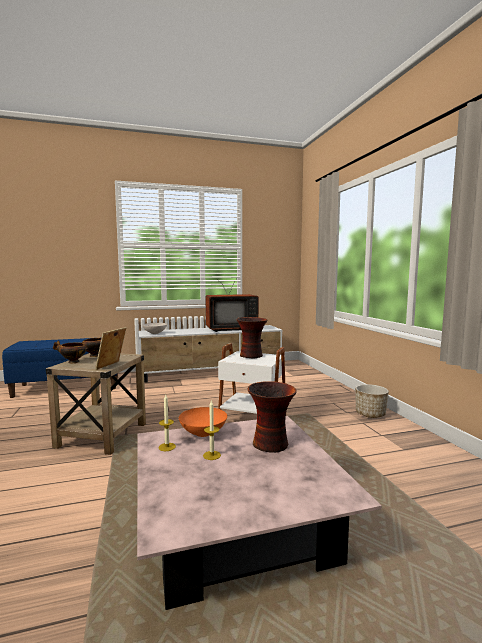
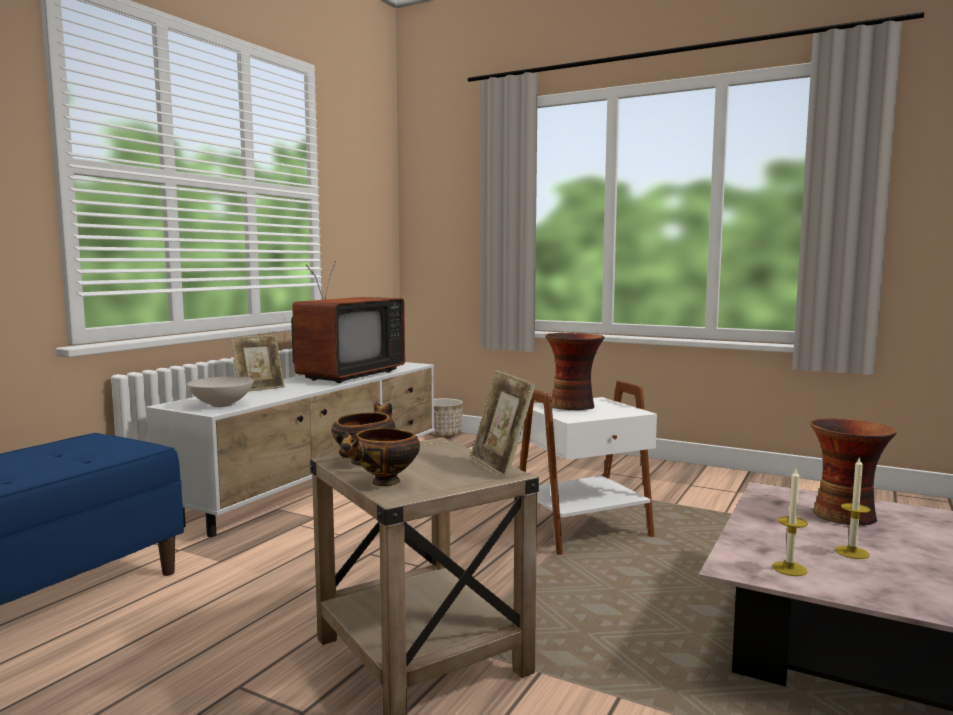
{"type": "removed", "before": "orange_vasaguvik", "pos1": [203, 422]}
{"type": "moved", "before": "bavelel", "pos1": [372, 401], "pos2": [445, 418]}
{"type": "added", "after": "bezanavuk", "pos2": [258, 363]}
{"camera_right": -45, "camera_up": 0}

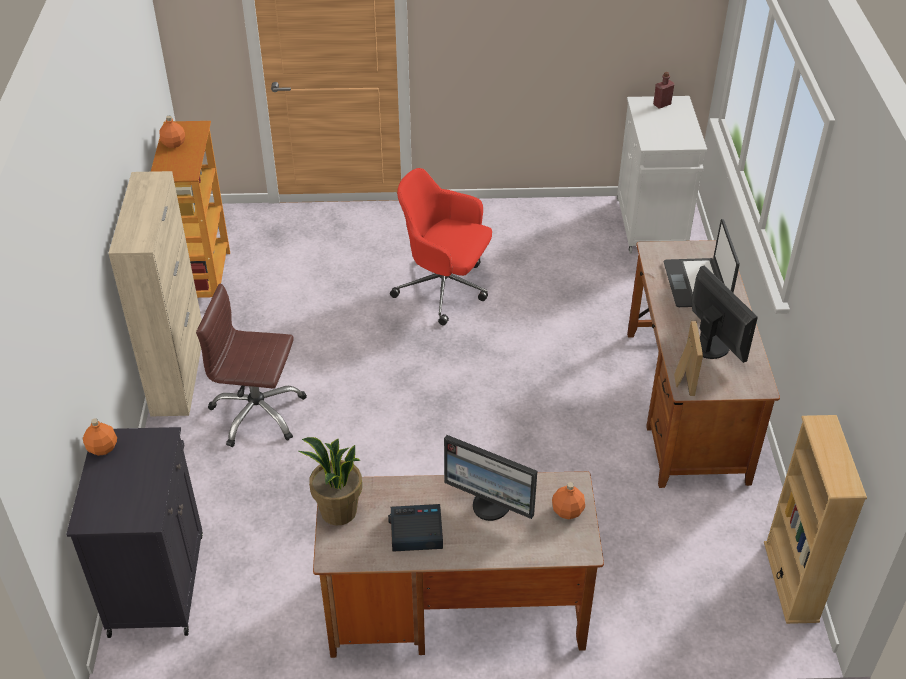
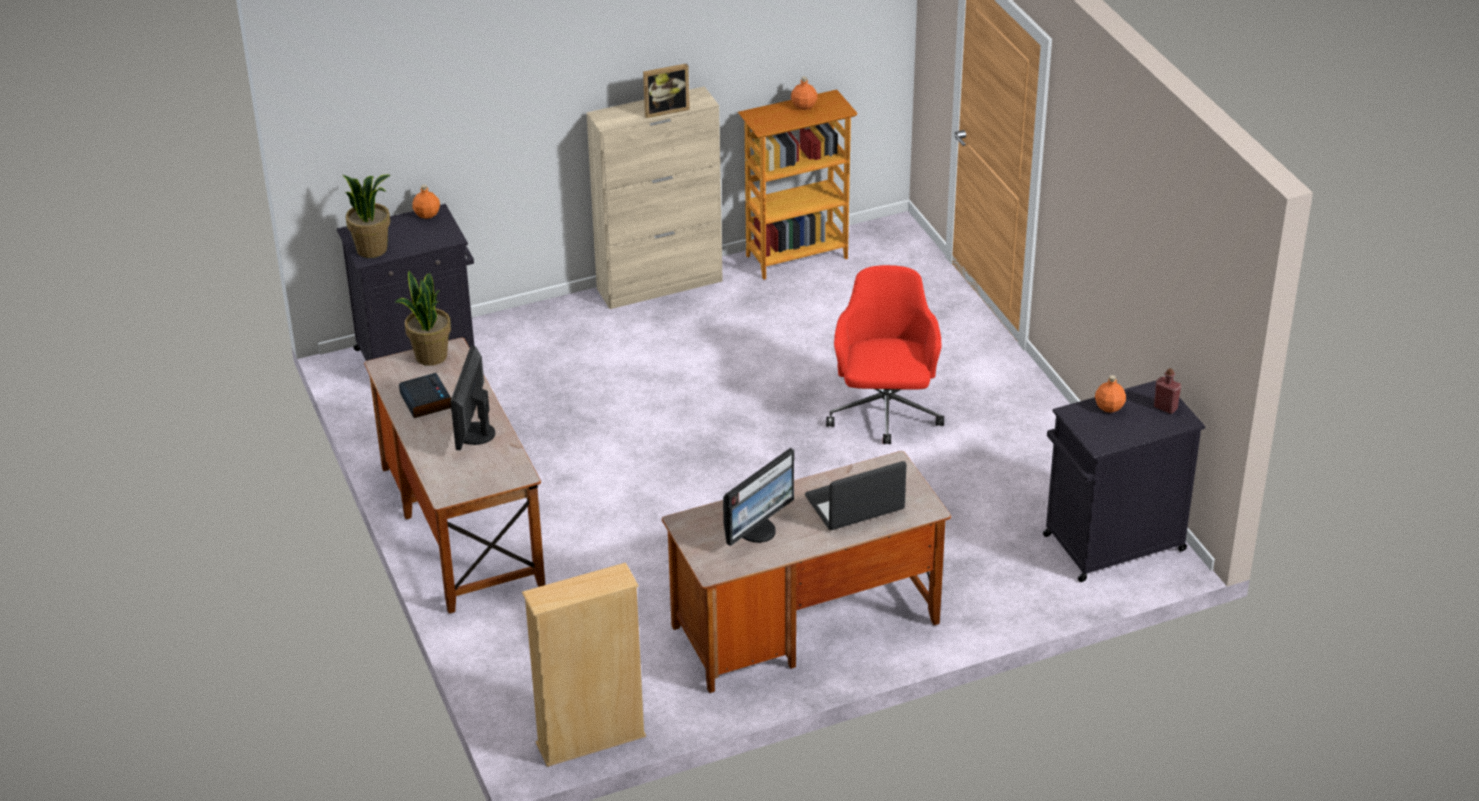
{"type": "removed", "before": "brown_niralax", "pos1": [251, 365]}
{"type": "moved", "before": "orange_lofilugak", "pos1": [568, 500], "pos2": [1110, 394]}
{"type": "recoloured", "before": "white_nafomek", "after": "black_nafomek", "pos1": [662, 174], "pos2": [1124, 481]}
{"type": "moved", "before": "bezanavuk", "pos1": [688, 358], "pos2": [666, 90]}
{"type": "added", "after": "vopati", "pos2": [366, 216]}
{"camera_right": 70, "camera_up": -5}

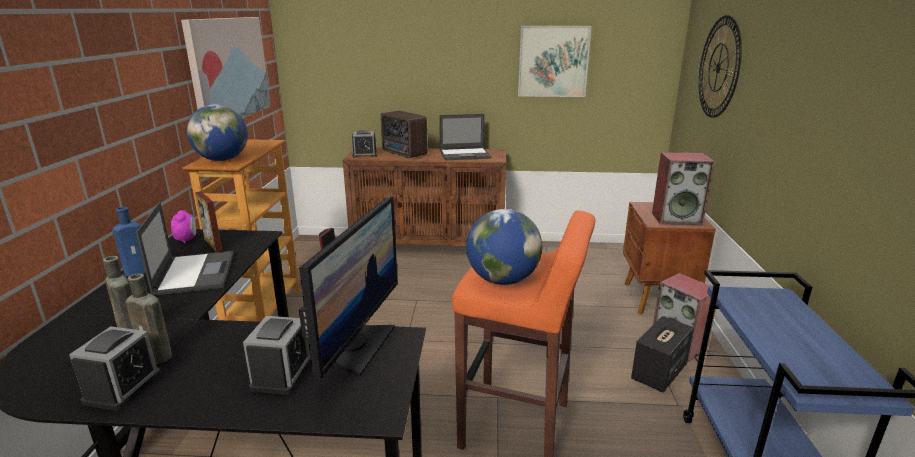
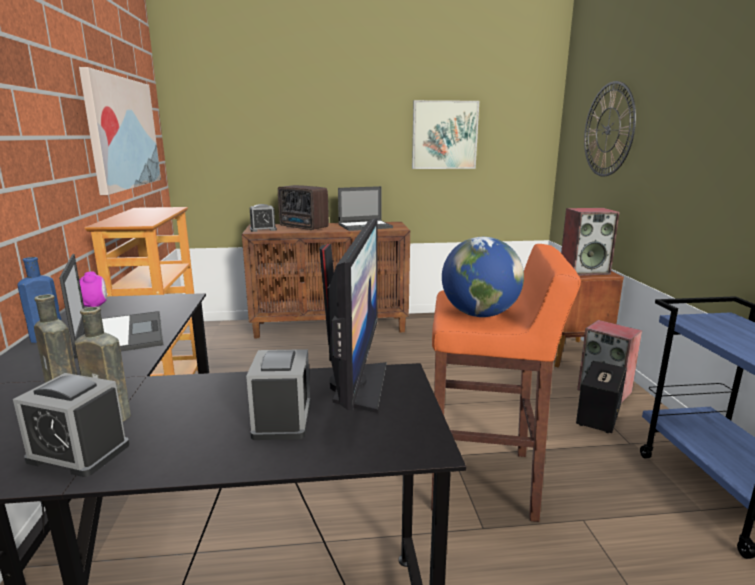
{"type": "turned", "before": "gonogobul", "pos1": [115, 368], "pos2": [71, 425], "turn": 105}
{"type": "removed", "before": "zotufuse", "pos1": [217, 132]}
{"type": "removed", "before": "bezanavuk", "pos1": [208, 221]}
{"camera_right": -10, "camera_up": -5}

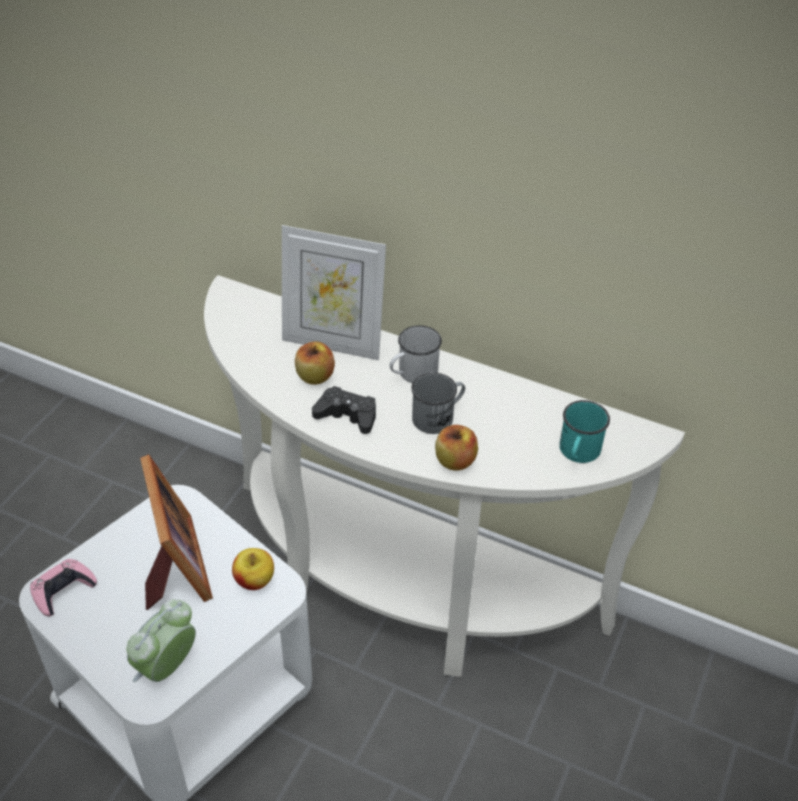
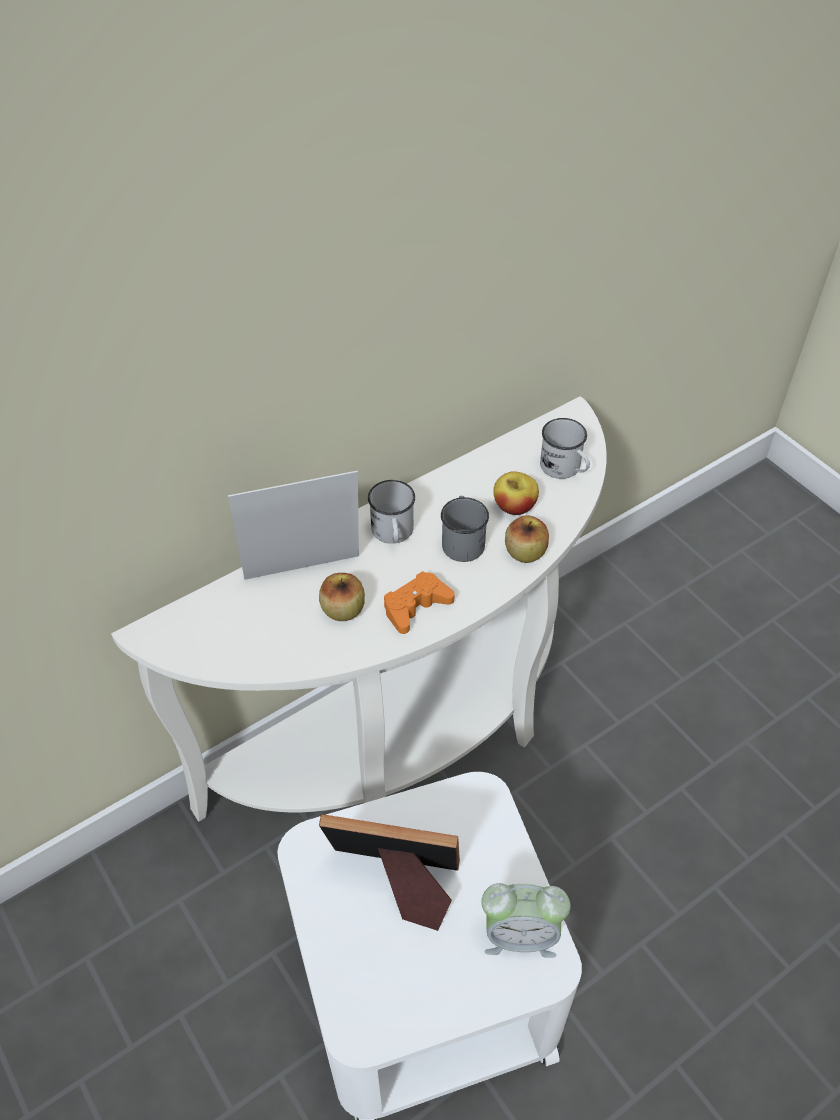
{"type": "removed", "before": "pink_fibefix", "pos1": [63, 588]}
{"type": "turned", "before": "gonogobul", "pos1": [161, 640], "pos2": [525, 920], "turn": -60}
{"type": "moved", "before": "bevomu", "pos1": [253, 569], "pos2": [516, 493]}
{"type": "turned", "before": "bezanavuk", "pos1": [334, 292], "pos2": [293, 525], "turn": -150}
{"type": "recoloured", "before": "black_fibefix", "after": "orange_fibefix", "pos1": [344, 410], "pos2": [419, 602]}
{"type": "recoloured", "before": "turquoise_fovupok", "after": "white_fovupok", "pos1": [584, 431], "pos2": [565, 448]}
{"camera_right": -60, "camera_up": 5}

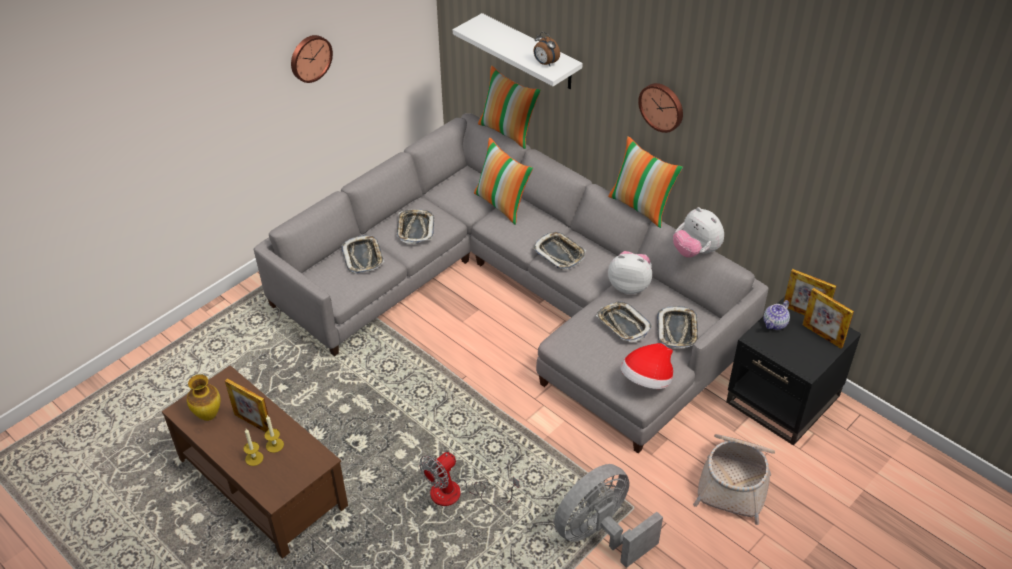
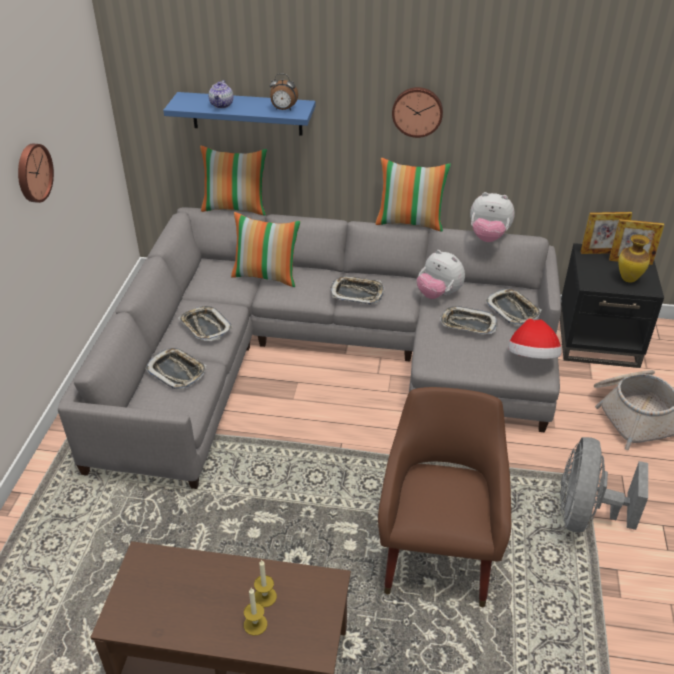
{"type": "moved", "before": "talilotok", "pos1": [204, 397], "pos2": [634, 258]}
{"type": "removed", "before": "bezanavuk", "pos1": [247, 405]}
{"type": "replaced", "before": "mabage", "after": "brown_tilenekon", "pos1": [469, 479], "pos2": [444, 497]}
{"type": "recoloured", "before": "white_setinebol", "after": "blue_setinebol", "pos1": [518, 51], "pos2": [239, 114]}
{"type": "turned", "before": "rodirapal", "pos1": [630, 272], "pos2": [441, 274], "turn": -120}
{"type": "moved", "before": "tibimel", "pos1": [777, 315], "pos2": [221, 94]}
{"camera_right": -35, "camera_up": -5}

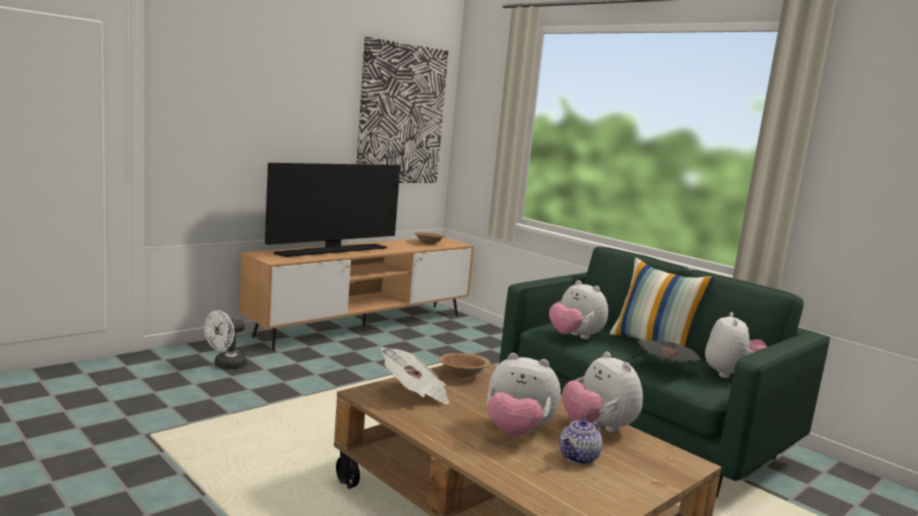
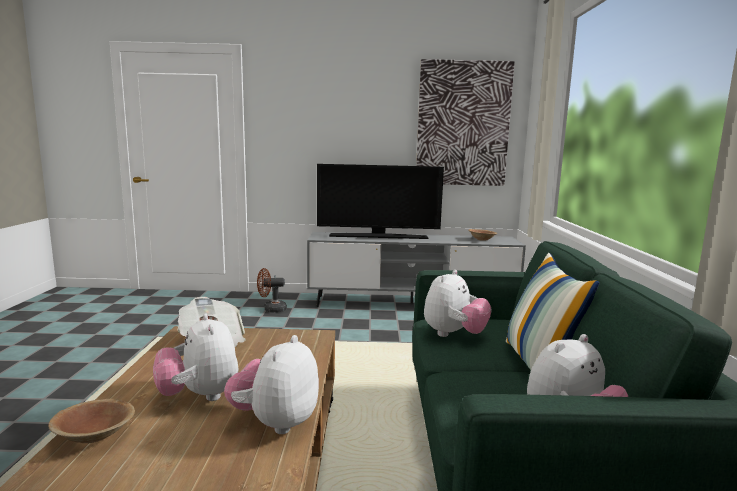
{"type": "recoloured", "before": "white_mabage", "after": "brown_mabage", "pos1": [225, 339], "pos2": [272, 290]}
{"type": "recoloured", "before": "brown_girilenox", "after": "grey_girilenox", "pos1": [357, 294], "pos2": [416, 269]}
{"type": "moved", "before": "brown_vasaguvik", "pos1": [464, 365], "pos2": [91, 421]}
{"type": "turned", "before": "rodirapal", "pos1": [578, 309], "pos2": [458, 303], "turn": -150}
{"type": "removed", "before": "tibimel", "pos1": [581, 442]}
{"type": "removed", "before": "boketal", "pos1": [669, 351]}
{"camera_right": 45, "camera_up": 0}

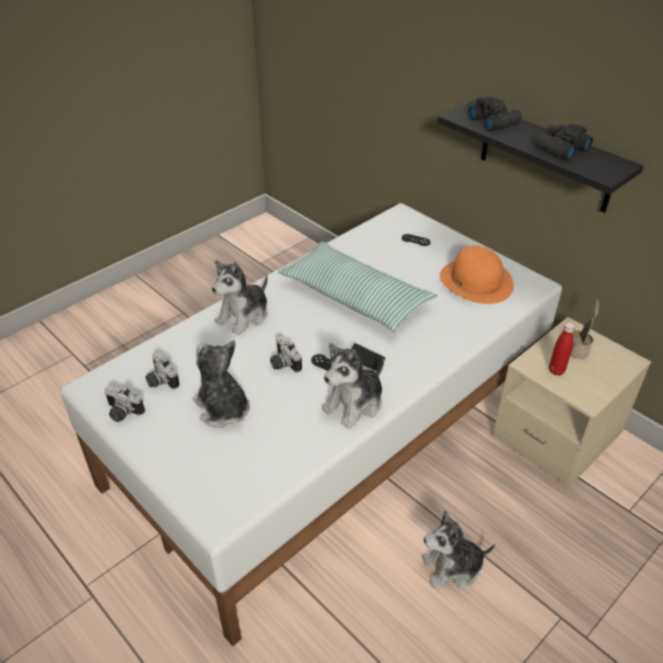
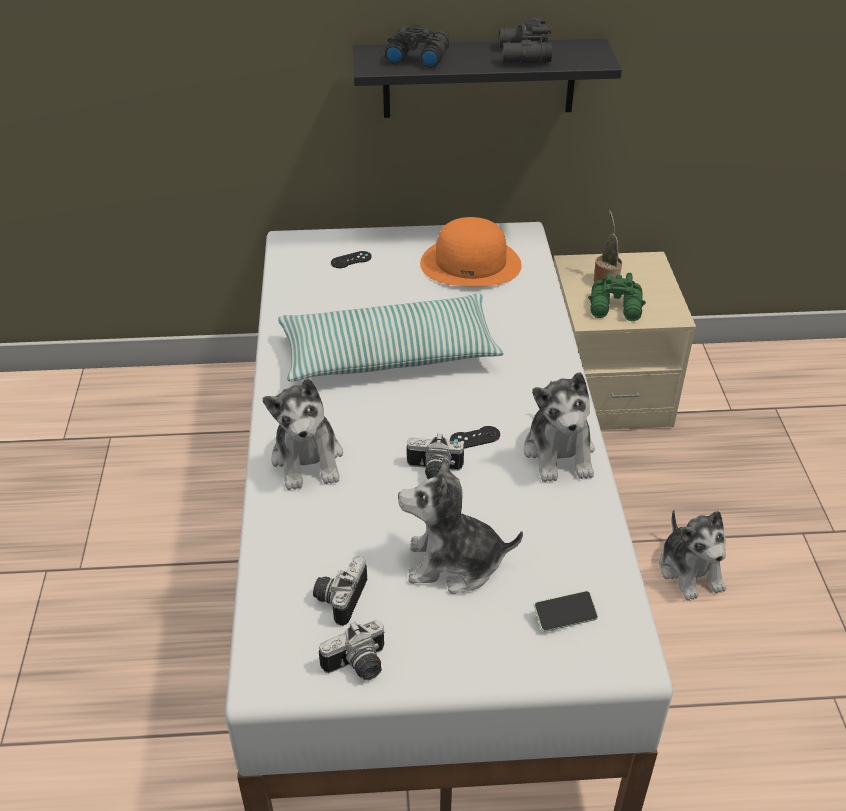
{"type": "turned", "before": "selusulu", "pos1": [162, 370], "pos2": [340, 591], "turn": 105}
{"type": "moved", "before": "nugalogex", "pos1": [368, 357], "pos2": [566, 611]}
{"type": "turned", "before": "rodirapal", "pos1": [458, 549], "pos2": [692, 555], "turn": -45}
{"type": "replaced", "before": "red_lofilugak", "after": "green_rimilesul", "pos1": [562, 349], "pos2": [617, 297]}
{"camera_right": -50, "camera_up": 0}

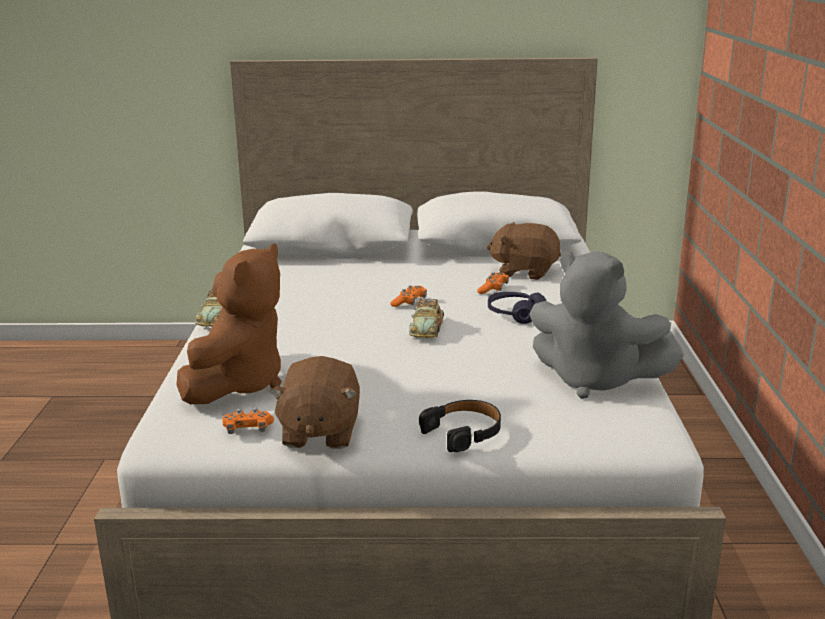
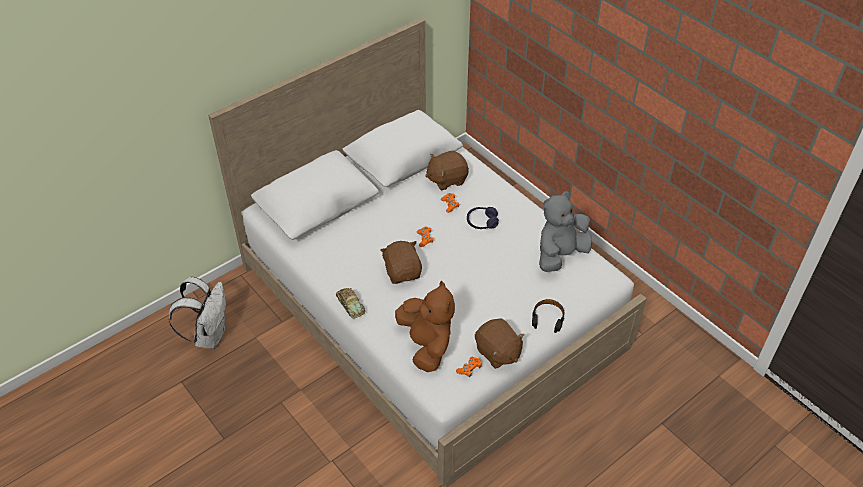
{"type": "removed", "before": "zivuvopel", "pos1": [426, 318]}
{"type": "turned", "before": "grey_rodirapal", "pos1": [606, 325], "pos2": [565, 232], "turn": 150}
{"type": "added", "after": "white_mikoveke", "pos2": [197, 313]}
{"type": "added", "after": "brown_rodirapal", "pos2": [401, 262]}
{"camera_right": -40, "camera_up": 25}

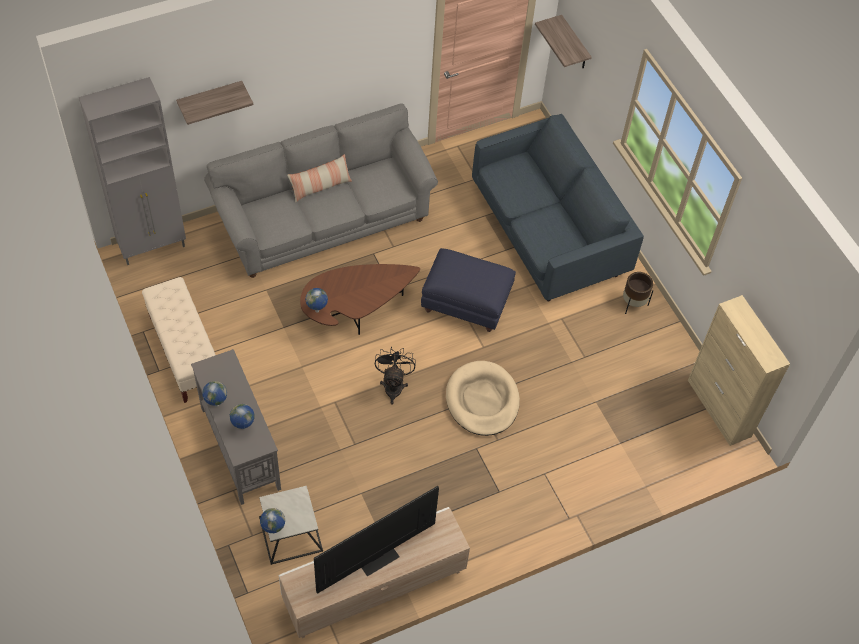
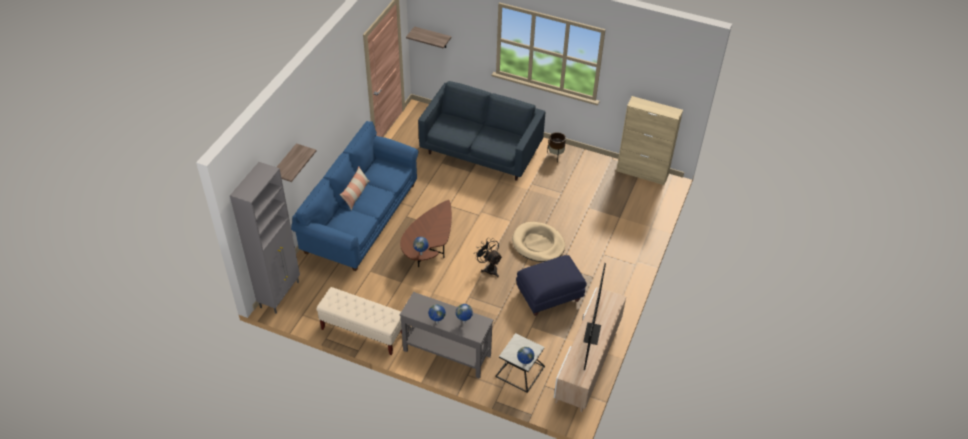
{"type": "recoloured", "before": "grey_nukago", "after": "blue_nukago", "pos1": [321, 190], "pos2": [354, 196]}
{"type": "moved", "before": "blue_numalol", "pos1": [468, 290], "pos2": [551, 285]}
{"camera_right": -40, "camera_up": -10}

